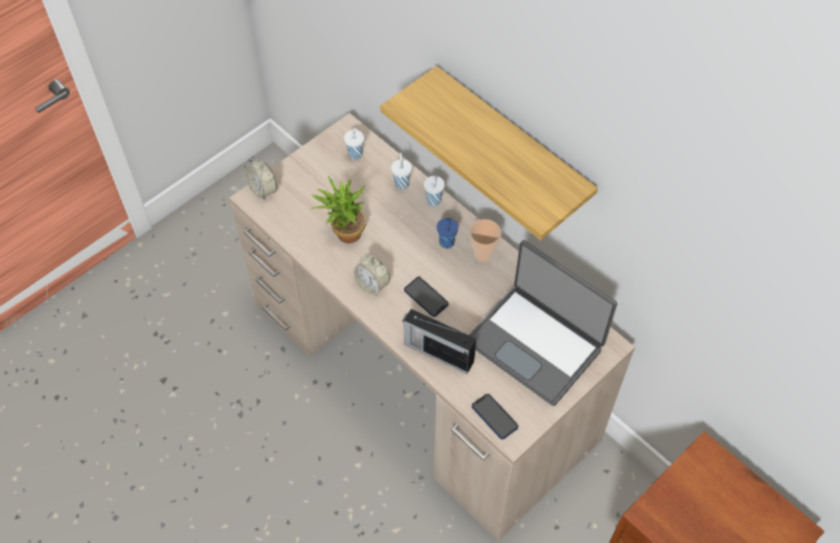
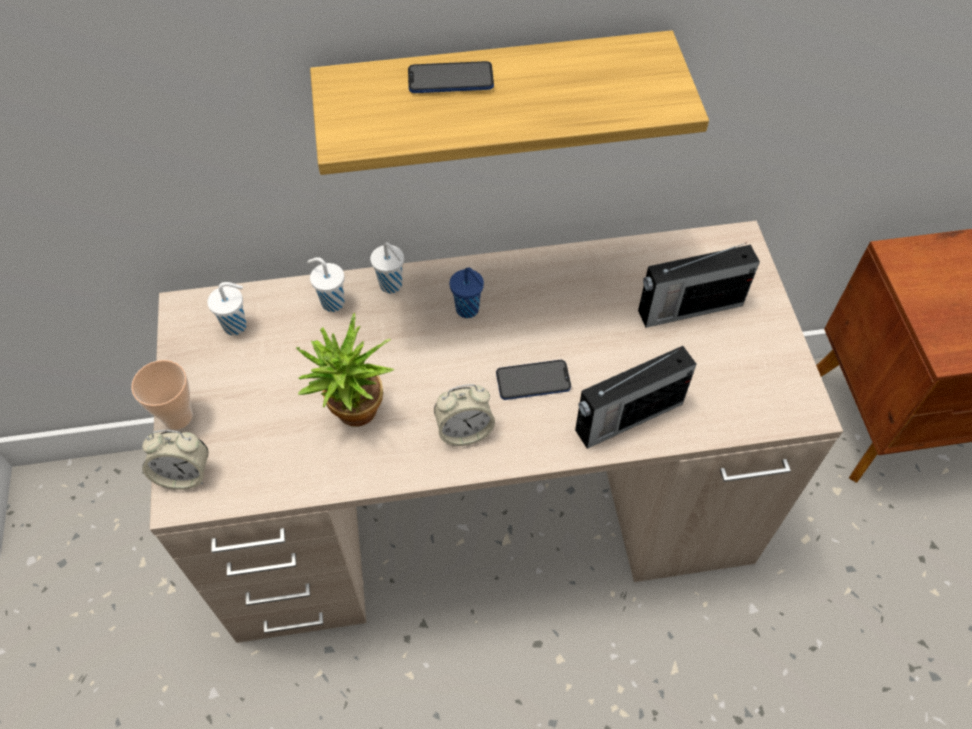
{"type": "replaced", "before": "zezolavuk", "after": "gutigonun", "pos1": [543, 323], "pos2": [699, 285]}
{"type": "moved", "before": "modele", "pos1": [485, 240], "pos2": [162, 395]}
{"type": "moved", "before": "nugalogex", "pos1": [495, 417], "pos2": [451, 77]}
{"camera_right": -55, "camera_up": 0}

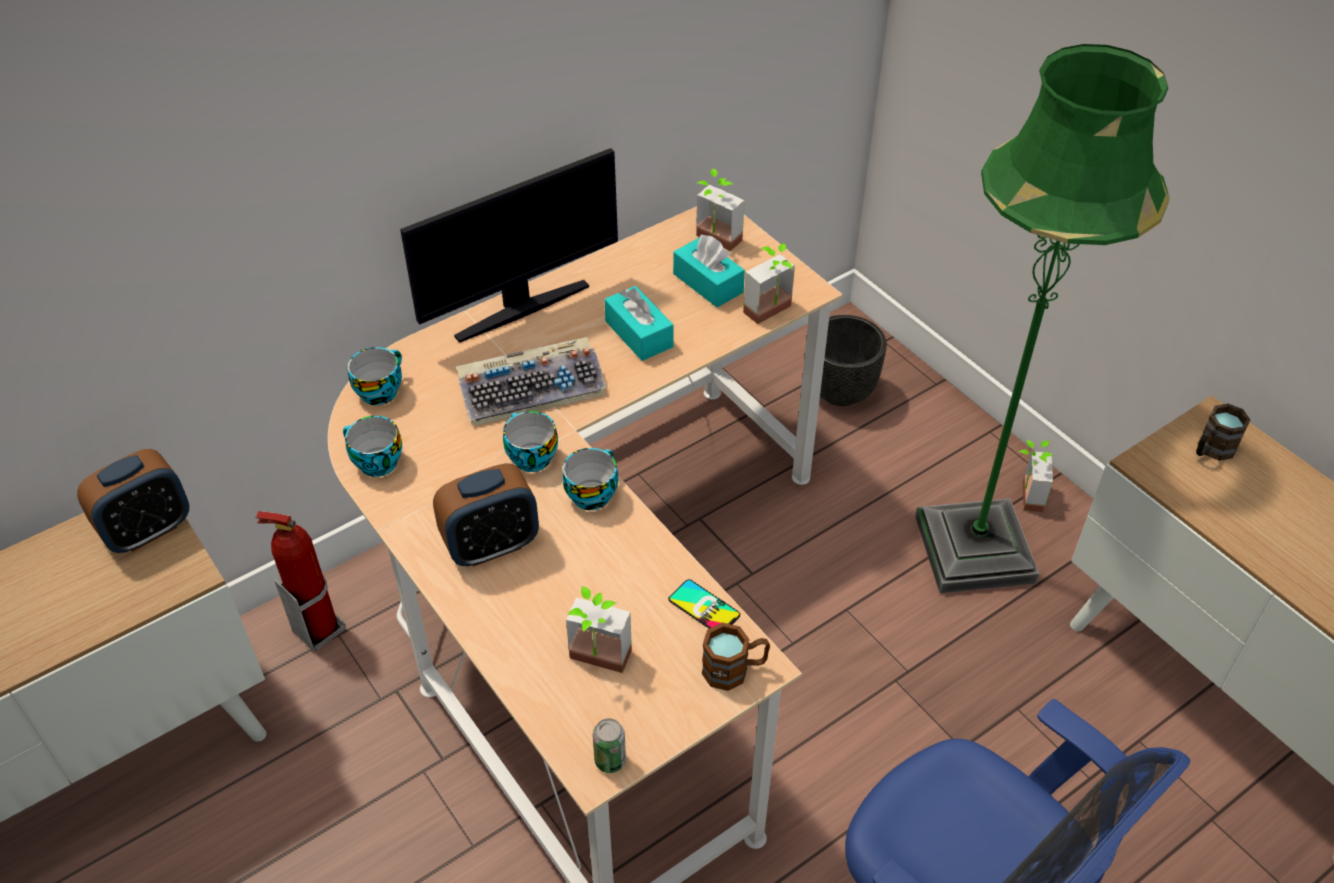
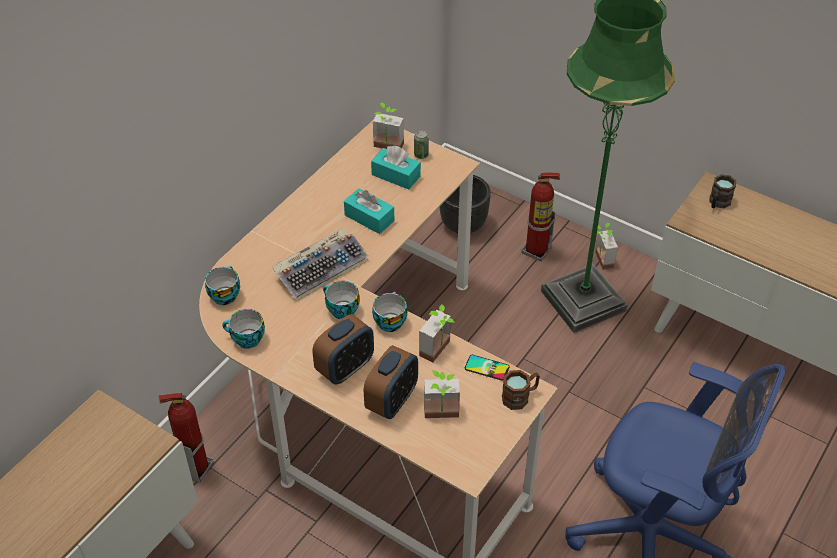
{"type": "moved", "before": "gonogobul", "pos1": [133, 501], "pos2": [391, 382]}
{"type": "removed", "before": "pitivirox", "pos1": [509, 245]}
{"type": "moved", "before": "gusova", "pos1": [609, 745], "pos2": [421, 144]}
{"type": "moved", "before": "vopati", "pos1": [769, 283], "pos2": [437, 333]}
{"type": "added", "after": "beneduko", "pos2": [540, 217]}
{"camera_right": -20, "camera_up": 0}

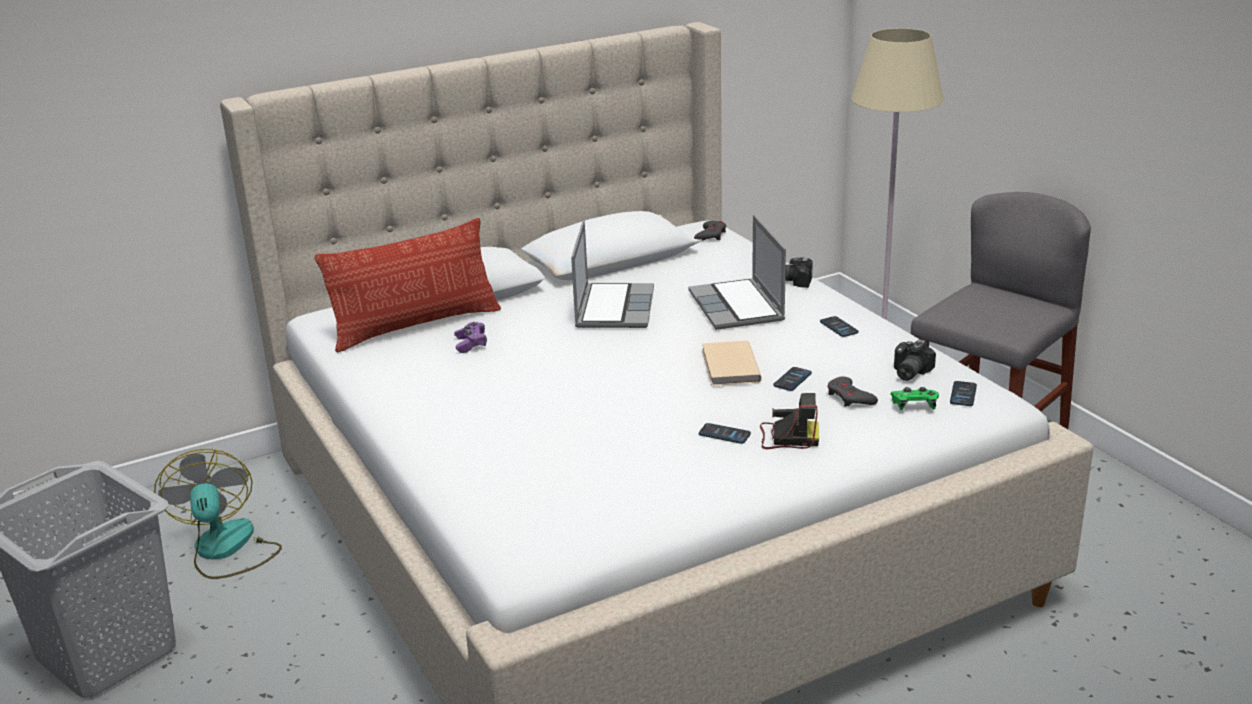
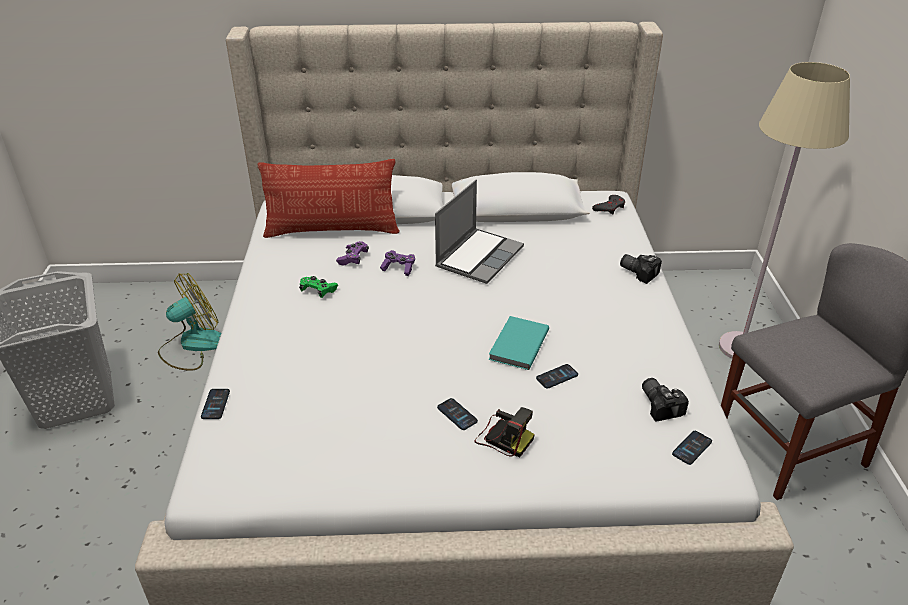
{"type": "turned", "before": "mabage", "pos1": [218, 514], "pos2": [189, 322], "turn": 45}
{"type": "removed", "before": "zezolavuk", "pos1": [737, 272]}
{"type": "recoloured", "before": "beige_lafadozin", "after": "turquoise_lafadozin", "pos1": [732, 363], "pos2": [519, 343]}
{"type": "moved", "before": "nugalogex", "pos1": [839, 326], "pos2": [215, 404]}
{"type": "removed", "before": "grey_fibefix", "pos1": [852, 391]}
{"type": "moved", "before": "green_fibefix", "pos1": [914, 398], "pos2": [318, 287]}
{"type": "turned", "before": "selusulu", "pos1": [915, 360], "pos2": [665, 399], "turn": 105}
{"type": "added", "after": "purple_fibefix", "pos2": [397, 263]}
{"camera_right": 25, "camera_up": 10}

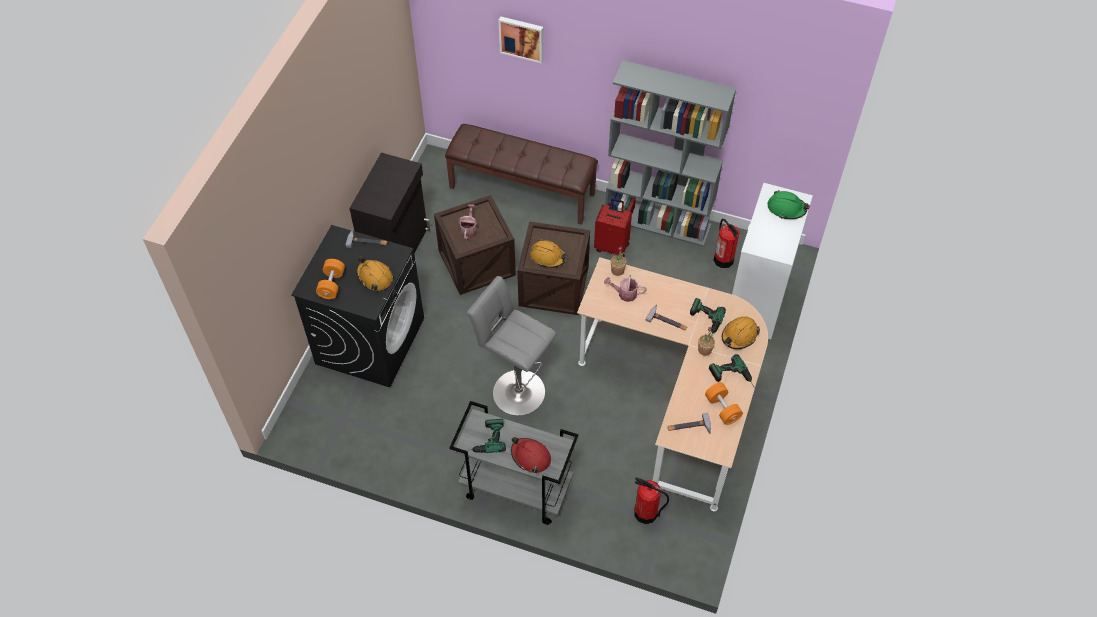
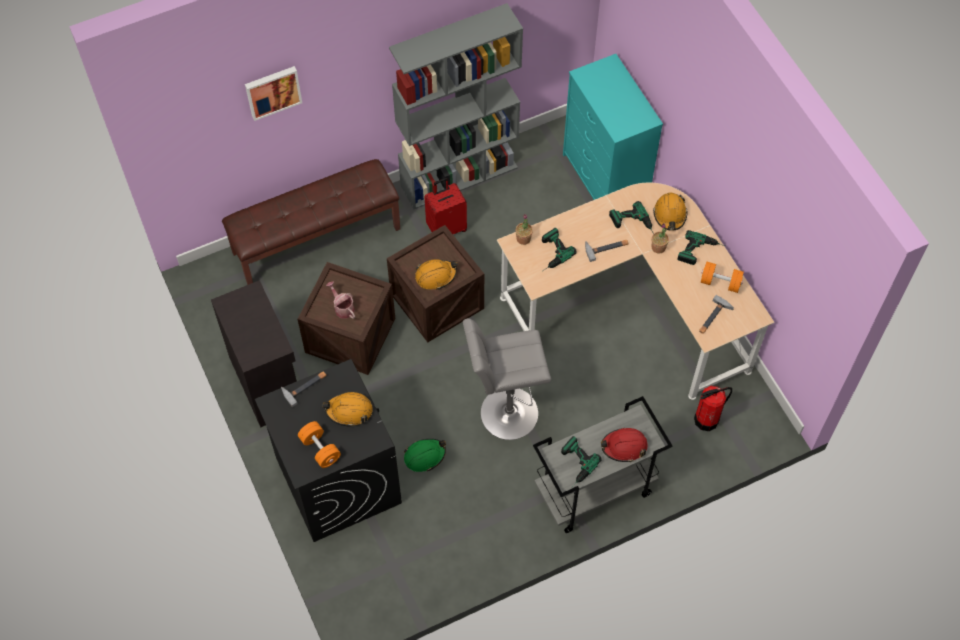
{"type": "replaced", "before": "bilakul", "after": "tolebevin", "pos1": [625, 288], "pos2": [559, 249]}
{"type": "removed", "before": "beneduko", "pos1": [727, 243]}
{"type": "recoloured", "before": "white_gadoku", "after": "turquoise_gadoku", "pos1": [772, 261], "pos2": [613, 127]}
{"type": "moved", "before": "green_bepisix", "pos1": [788, 204], "pos2": [425, 455]}
{"camera_right": -45, "camera_up": 5}

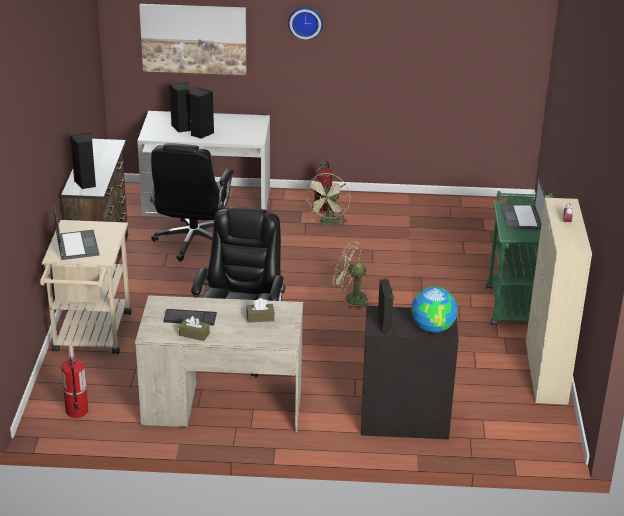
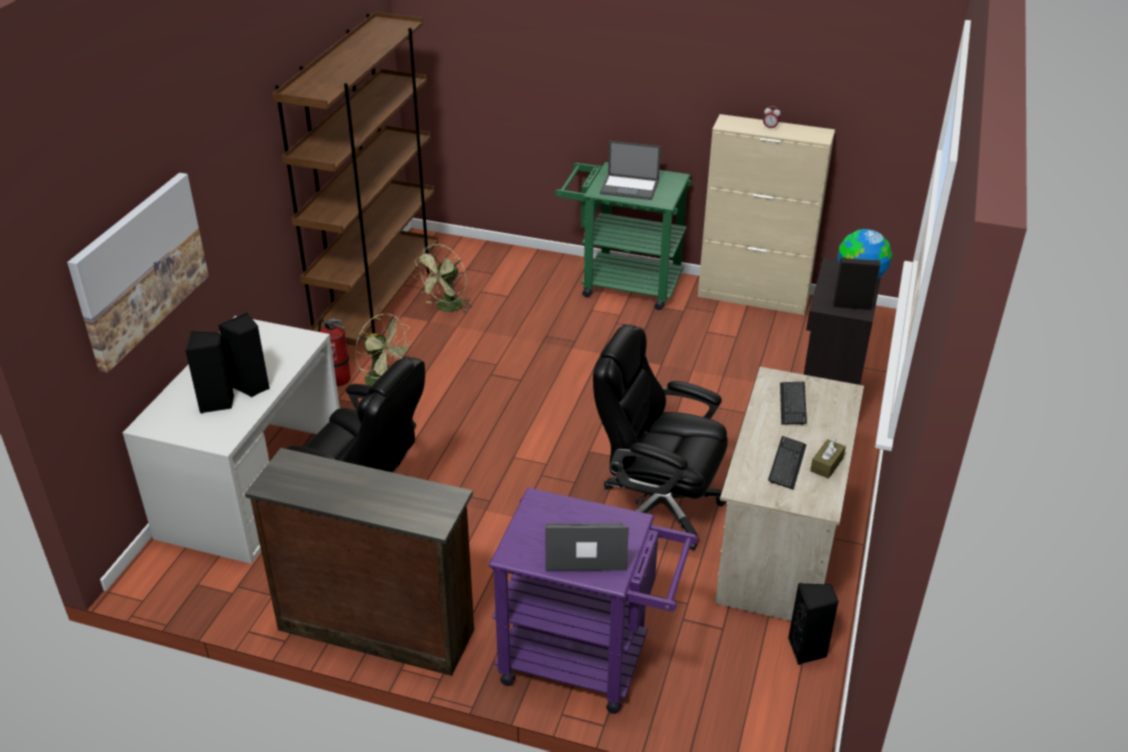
{"type": "recoloured", "before": "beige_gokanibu", "after": "purple_gokanibu", "pos1": [85, 287], "pos2": [593, 601]}
{"type": "removed", "before": "beneduko", "pos1": [74, 382]}
{"type": "moved", "before": "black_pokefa", "pos1": [83, 160], "pos2": [813, 624]}
{"type": "replaced", "before": "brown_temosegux", "after": "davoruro", "pos1": [260, 310], "pos2": [793, 403]}
{"type": "removed", "before": "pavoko", "pos1": [305, 23]}
{"type": "moved", "before": "green_mabage", "pos1": [352, 275], "pos2": [443, 279]}
{"type": "added", "after": "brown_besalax", "pos2": [355, 179]}
{"camera_right": -75, "camera_up": 5}

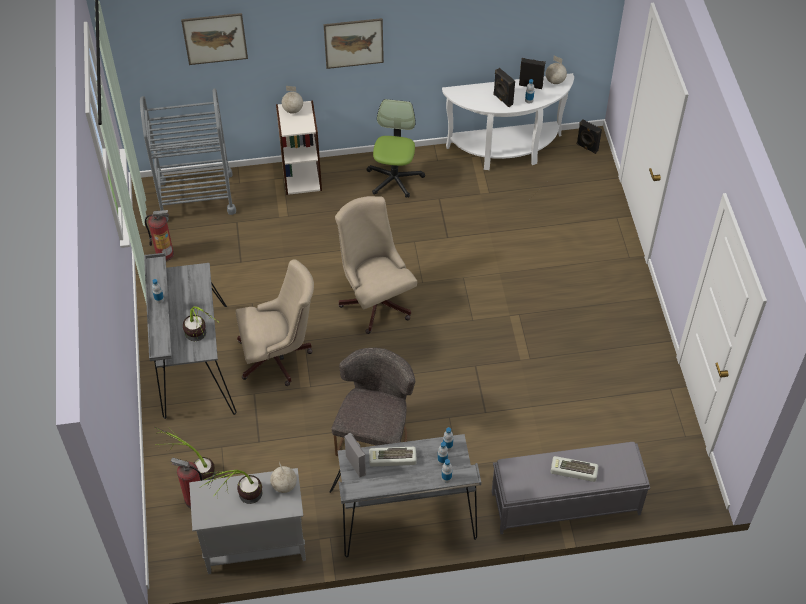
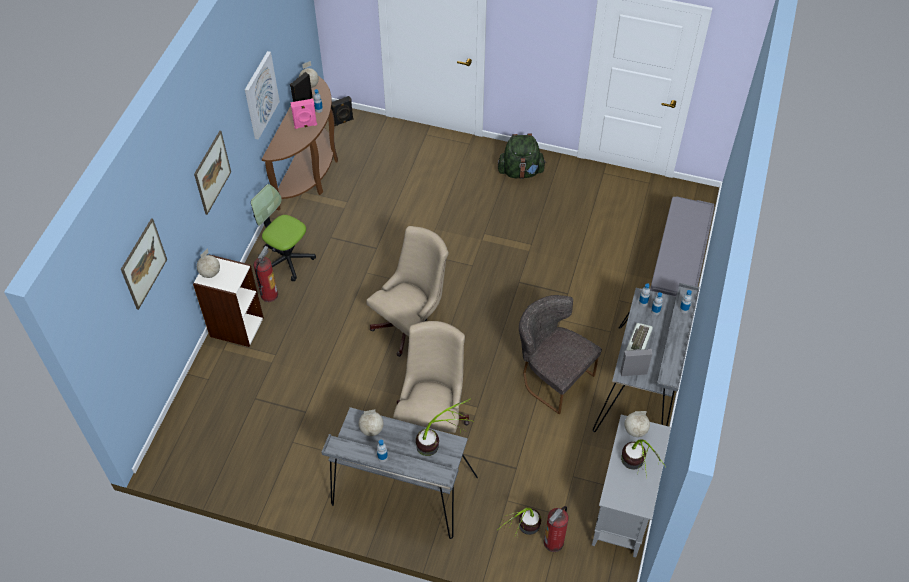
{"type": "removed", "before": "grey_gokanibu", "pos1": [188, 154]}
{"type": "moved", "before": "beneduko", "pos1": [159, 235], "pos2": [265, 274]}
{"type": "turned", "before": "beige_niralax", "pos1": [376, 265], "pos2": [407, 291], "turn": 135}
{"type": "recoloured", "before": "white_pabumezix", "after": "brown_pabumezix", "pos1": [508, 121], "pos2": [300, 143]}
{"type": "recoloured", "before": "black_pokefa", "after": "pink_pokefa", "pos1": [504, 87], "pos2": [303, 114]}
{"type": "removed", "before": "davoruro", "pos1": [574, 469]}
{"type": "added", "after": "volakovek", "pos2": [262, 95]}
{"type": "added", "after": "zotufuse", "pos2": [371, 422]}
{"type": "added", "after": "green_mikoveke", "pos2": [522, 156]}
{"camera_right": -65, "camera_up": 0}

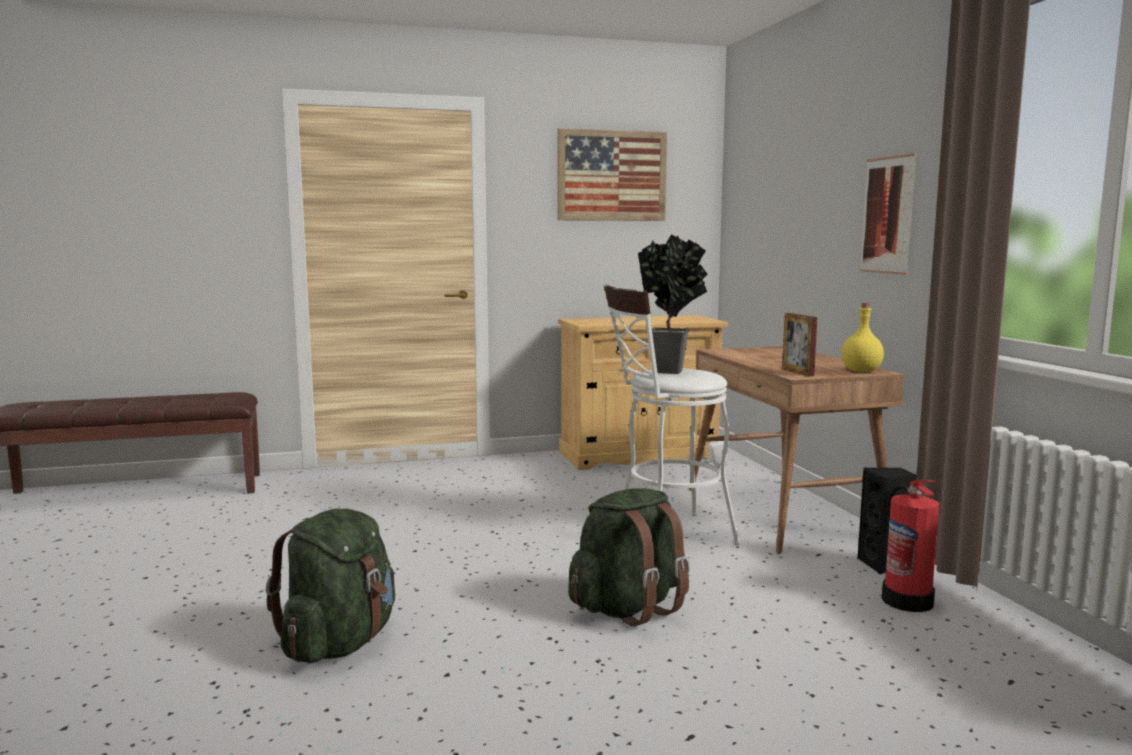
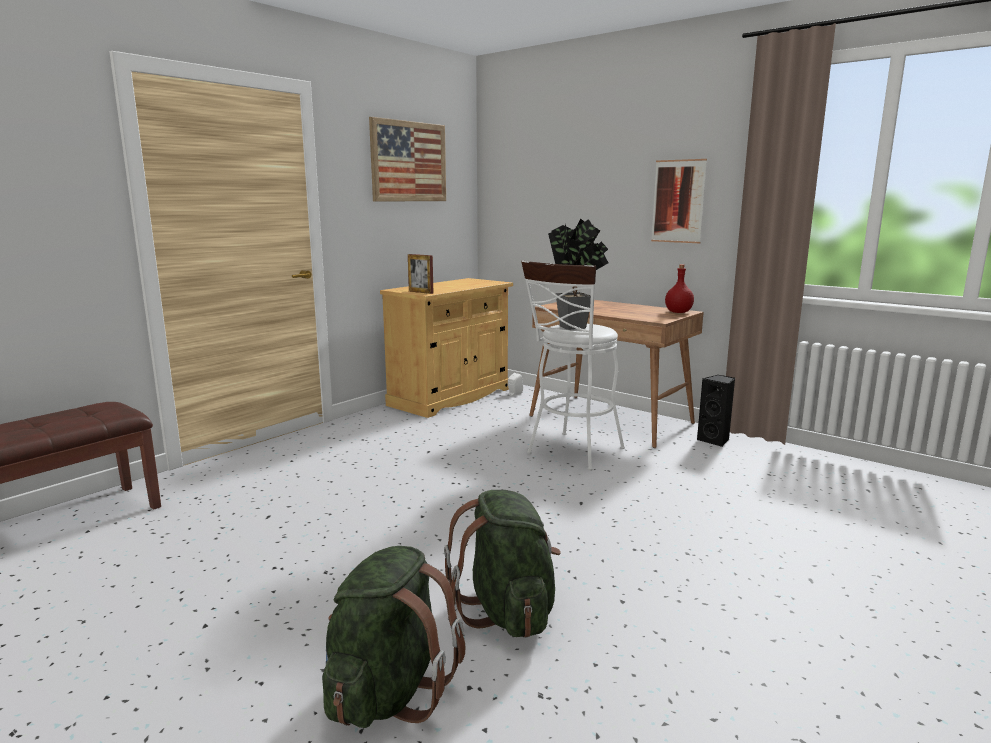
{"type": "moved", "before": "green_mikoveke", "pos1": [629, 557], "pos2": [393, 637]}
{"type": "moved", "before": "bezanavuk", "pos1": [799, 344], "pos2": [420, 274]}
{"type": "recoloured", "before": "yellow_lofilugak", "after": "red_lofilugak", "pos1": [863, 337], "pos2": [679, 288]}
{"type": "removed", "before": "beneduko", "pos1": [910, 546]}
{"camera_right": -35, "camera_up": 5}

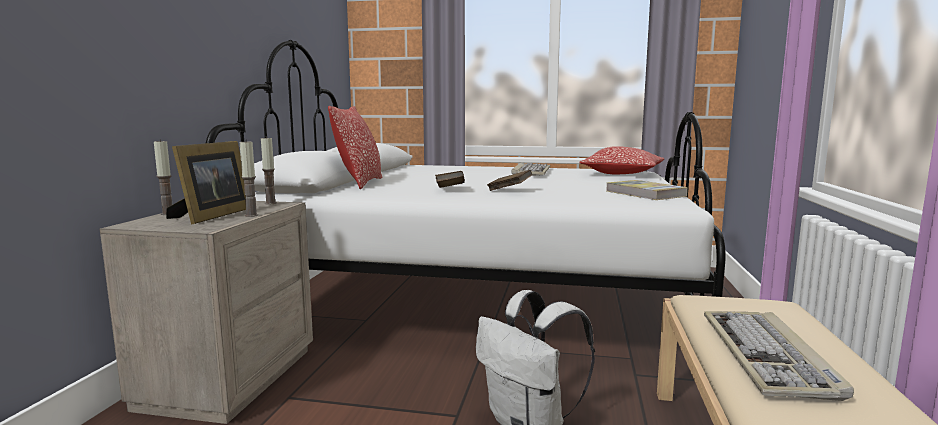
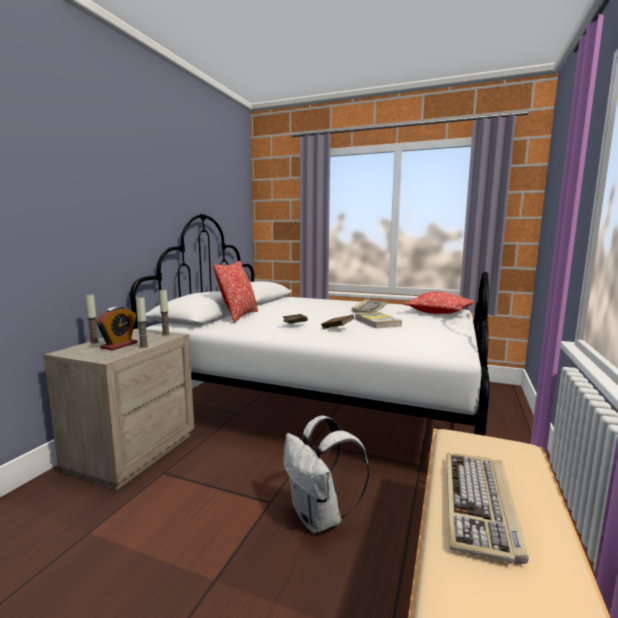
{"type": "replaced", "before": "bezanavuk", "after": "gonogobul", "pos1": [206, 183], "pos2": [116, 328]}
{"type": "moved", "before": "lafadozin", "pos1": [647, 190], "pos2": [378, 320]}
{"camera_right": 10, "camera_up": 0}

